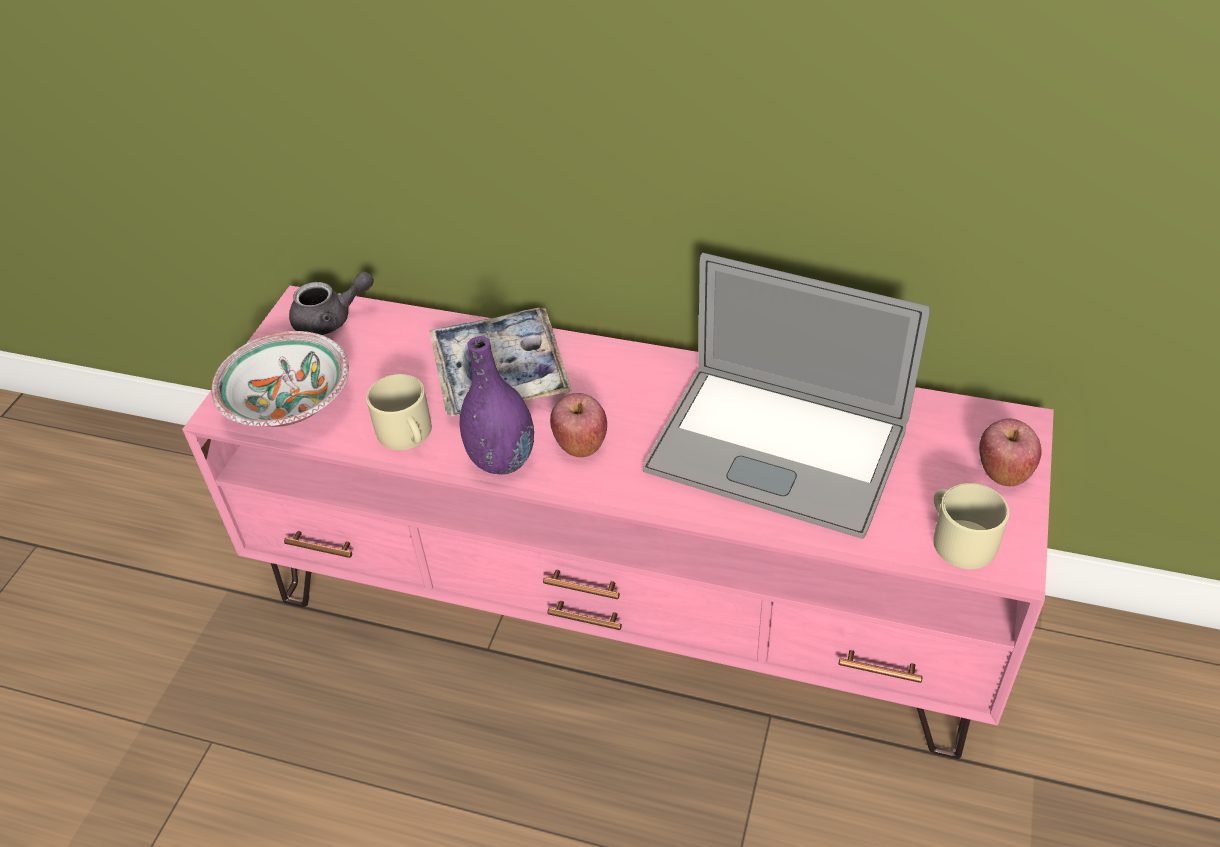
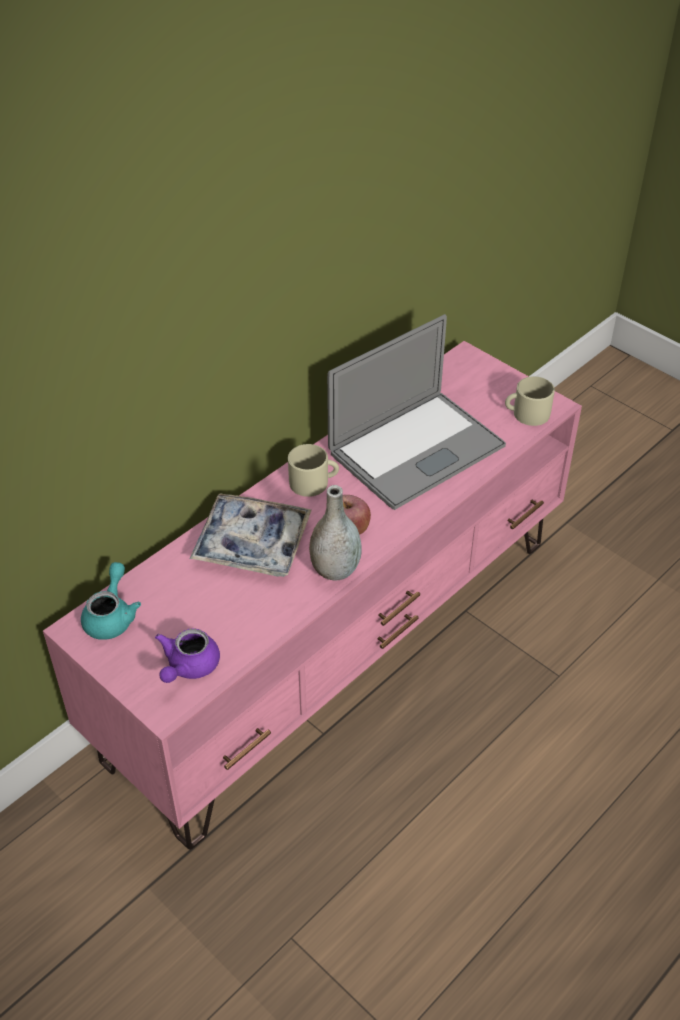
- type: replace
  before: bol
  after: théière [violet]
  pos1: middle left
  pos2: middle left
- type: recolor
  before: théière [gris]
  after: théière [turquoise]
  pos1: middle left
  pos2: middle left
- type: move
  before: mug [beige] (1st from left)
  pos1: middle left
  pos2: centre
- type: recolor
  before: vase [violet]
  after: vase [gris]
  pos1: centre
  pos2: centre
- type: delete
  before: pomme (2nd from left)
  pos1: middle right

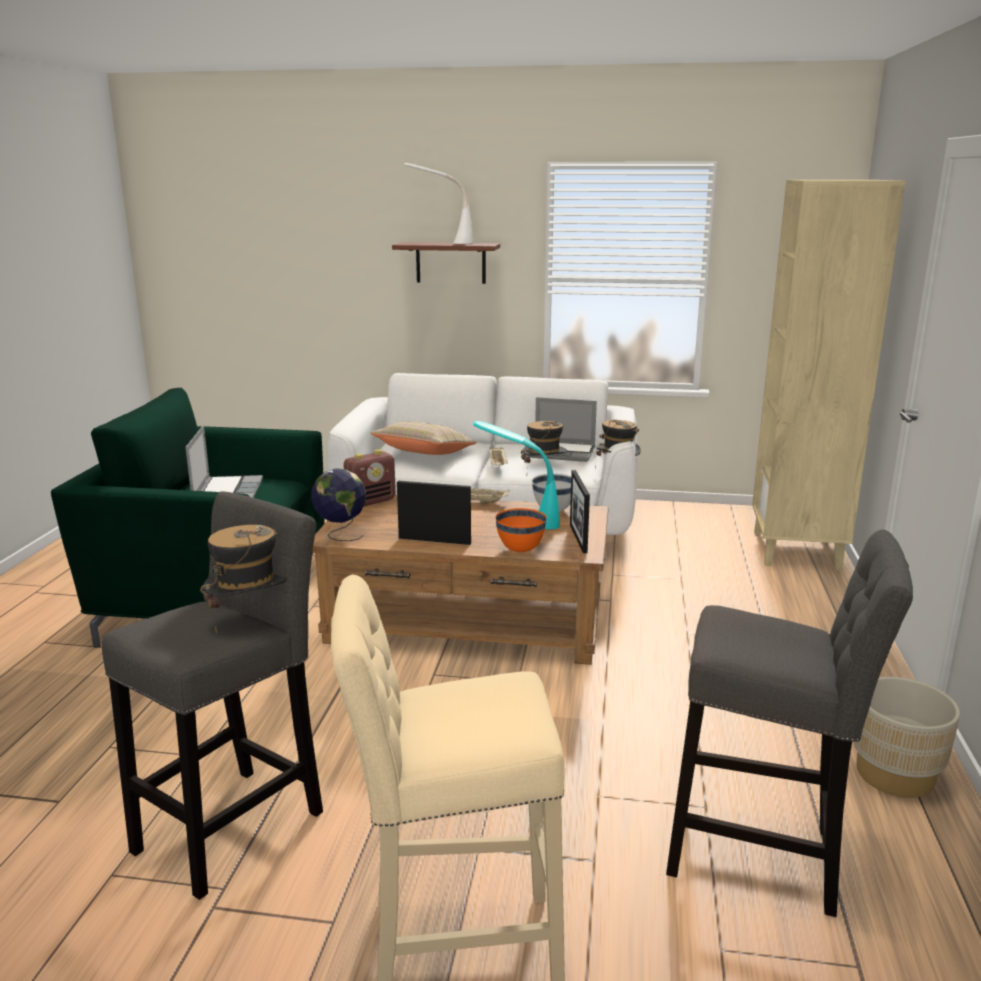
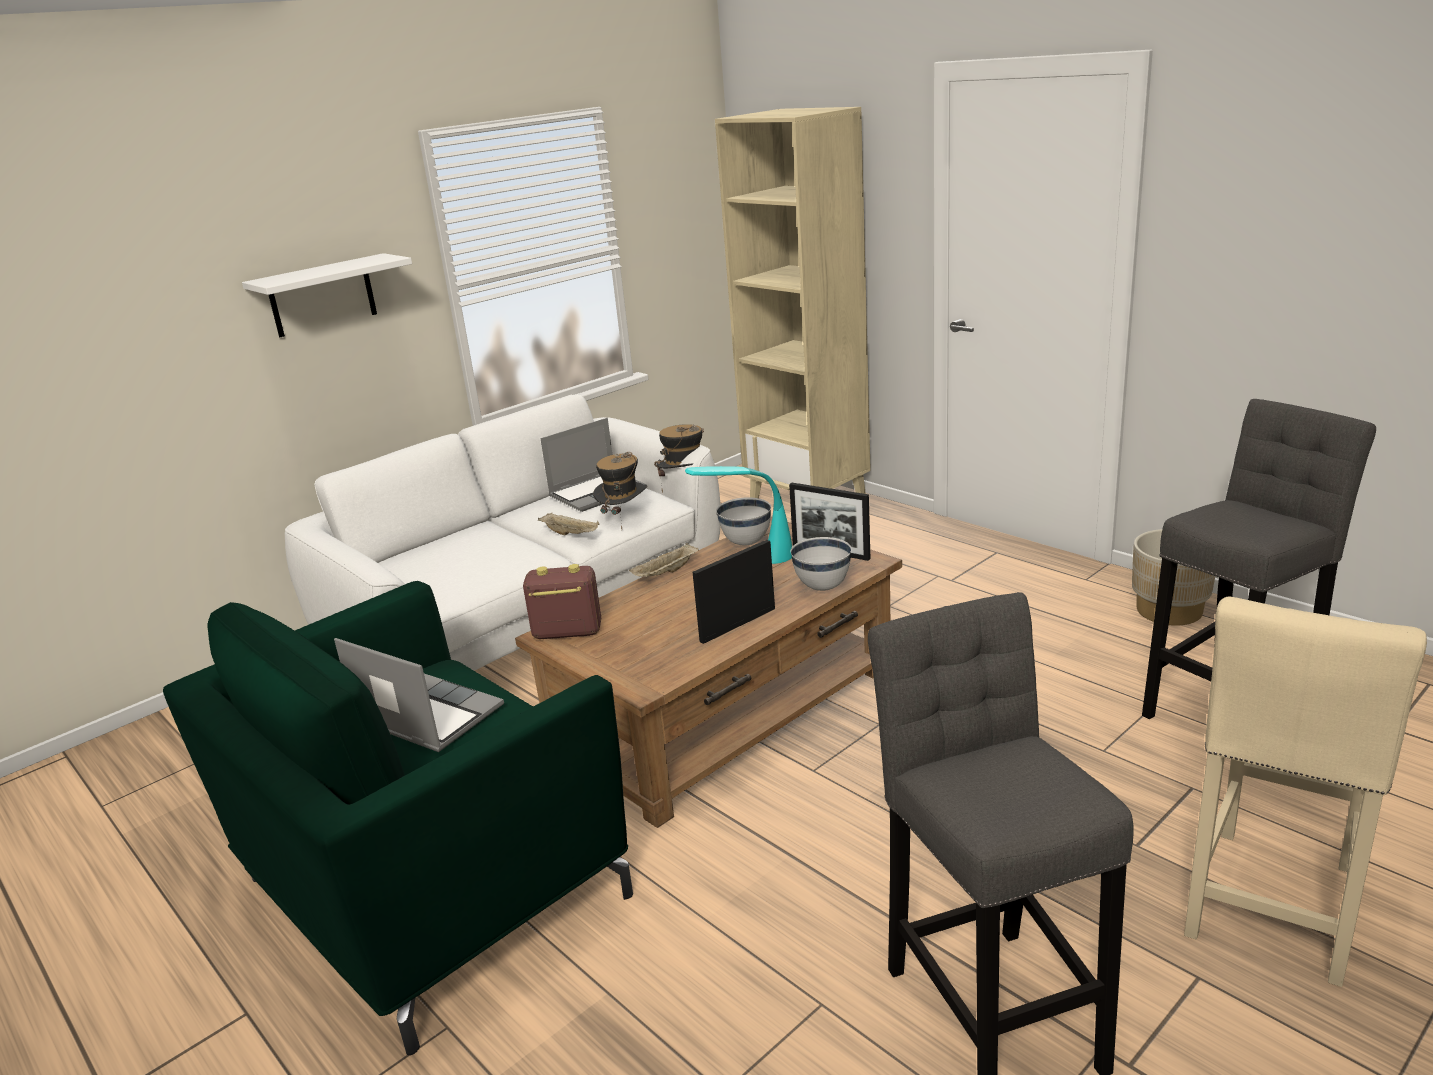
- type: delete
  before: chapeau (1st from left)
  pos1: middle left
- type: delete
  before: globe
  pos1: centre
- type: rotate
  before: radio
  pos1: centre
  pos2: centre
  turn: -90
- type: delete
  before: coussin [beige]
  pos1: centre
- type: recolor
  before: étagère [marron]
  after: étagère [blanc]
  pos1: top centre
  pos2: top left
- type: delete
  before: lampe de table [blanc]
  pos1: top centre
- type: recolor
  before: bol [orange]
  after: bol [blanc] (2nd from left)
  pos1: centre
  pos2: centre

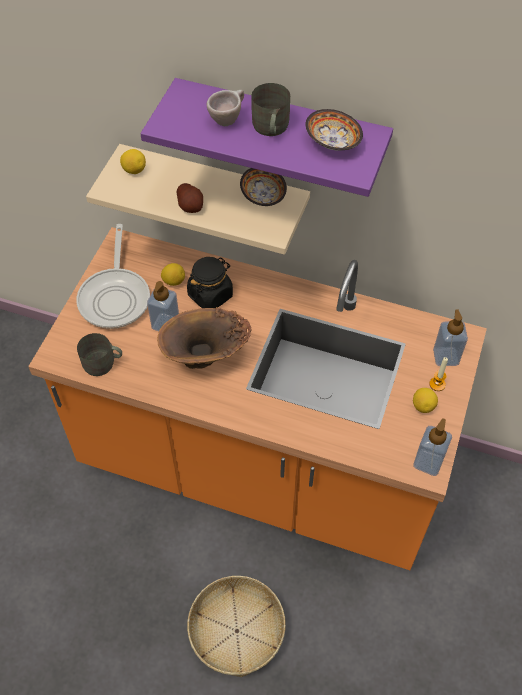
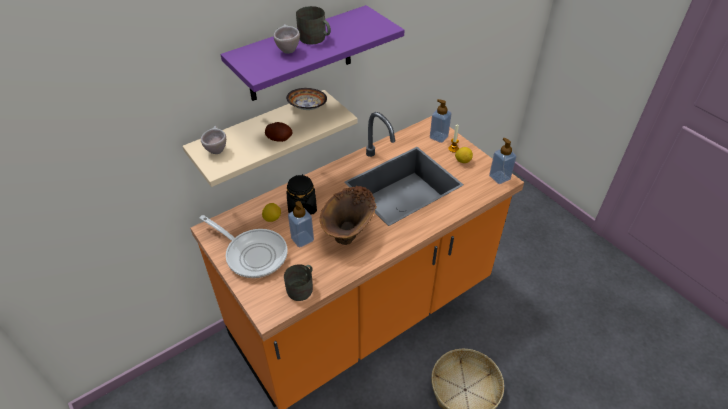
- type: replace
  before: citron (1st from left)
  after: tasse [beige] (1st from left)
  pos1: top left
  pos2: middle left
- type: delete
  before: bol (2nd from left)
  pos1: top centre

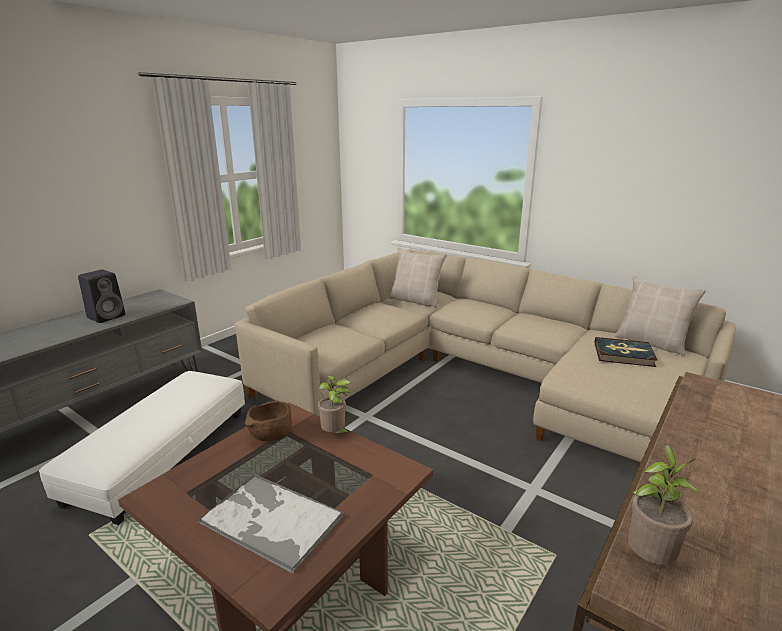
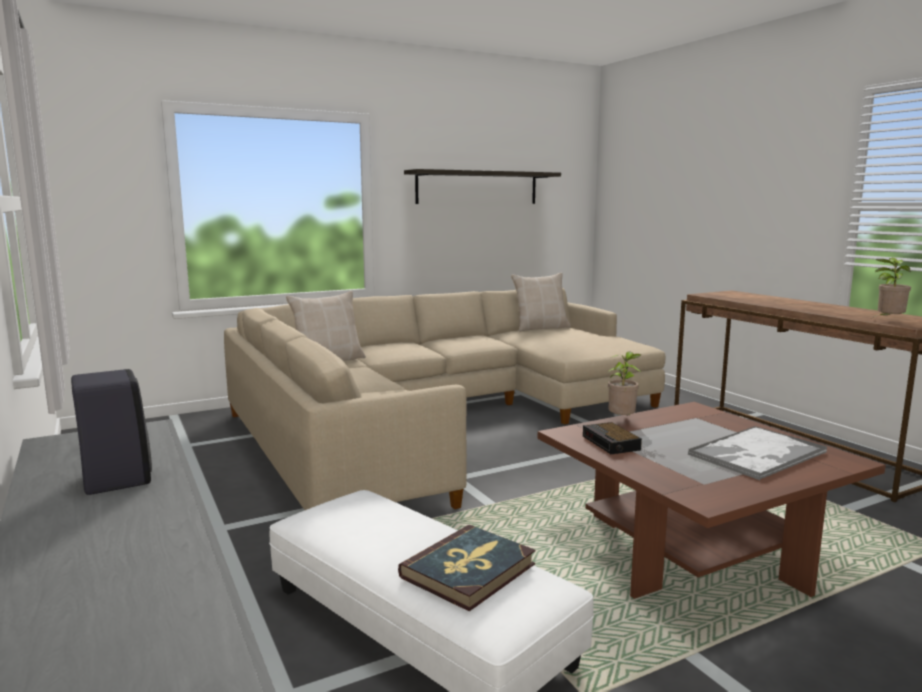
- type: replace
  before: bol [marron]
  after: réveil
  pos1: bottom centre
  pos2: centre
- type: move
  before: livre
  pos1: middle right
  pos2: bottom centre
- type: insert
  after: étagère
  pos2: top centre

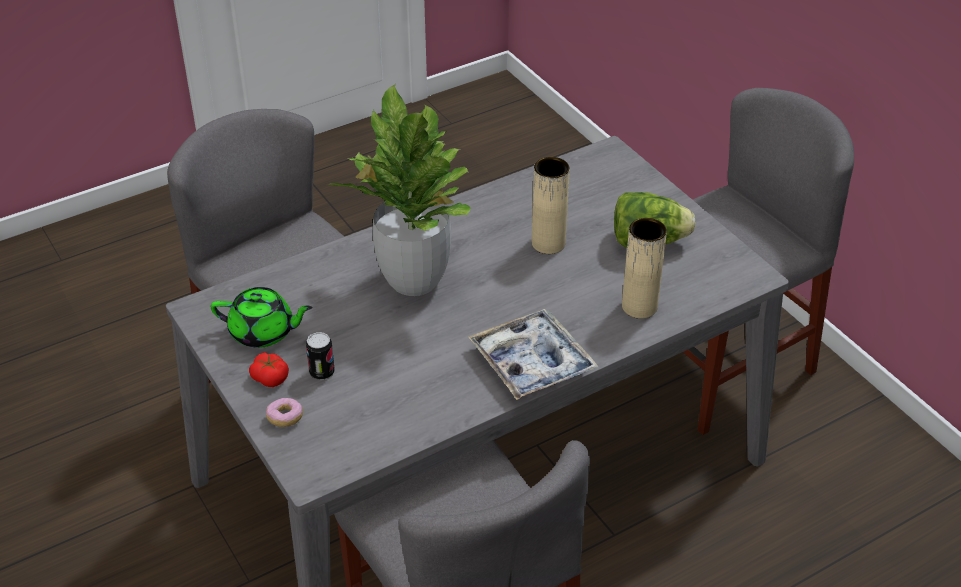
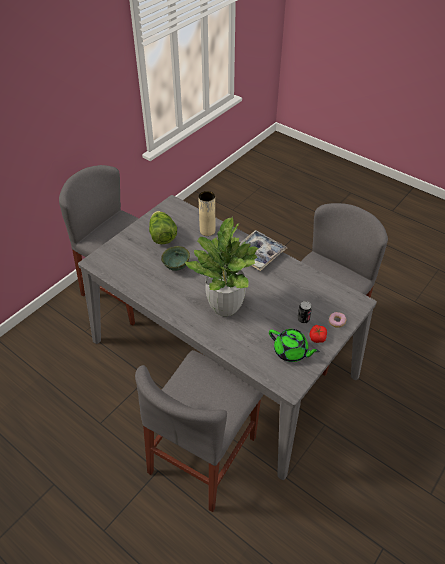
- type: rotate
  before: théière [vert]
  pos1: middle left
  pos2: centre
  turn: 135
- type: replace
  before: vase [beige] (1st from left)
  after: bol [vert]
  pos1: centre
  pos2: centre

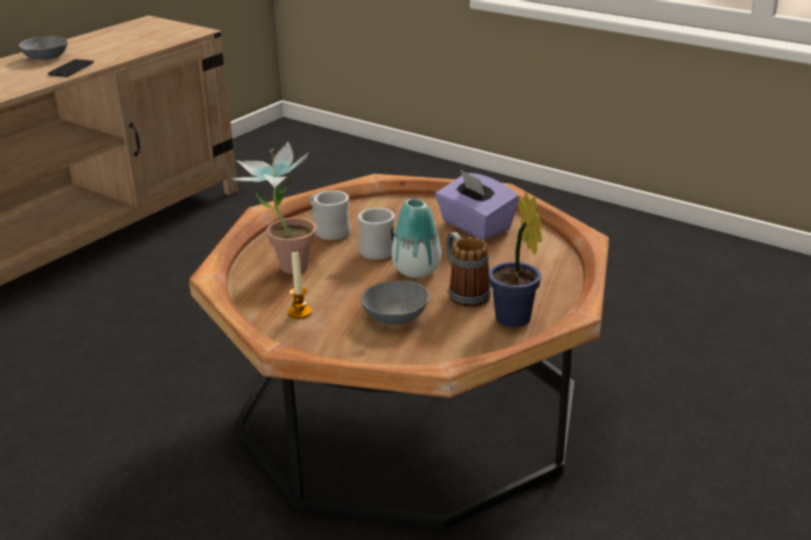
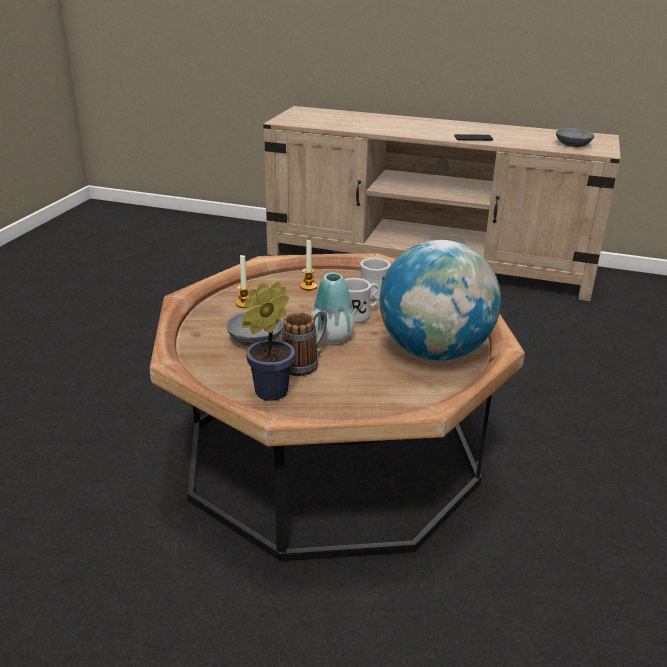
- type: move
  before: bol [gris] (1st from left in the first image)
  after: bol [gris] (2nd from left)
  pos1: top left
  pos2: top right
- type: replace
  before: plante en pot (1st from left)
  after: bougie (2nd from left)
  pos1: centre
  pos2: centre
- type: replace
  before: boîte à mouchoirs [violet]
  after: globe
  pos1: centre
  pos2: centre

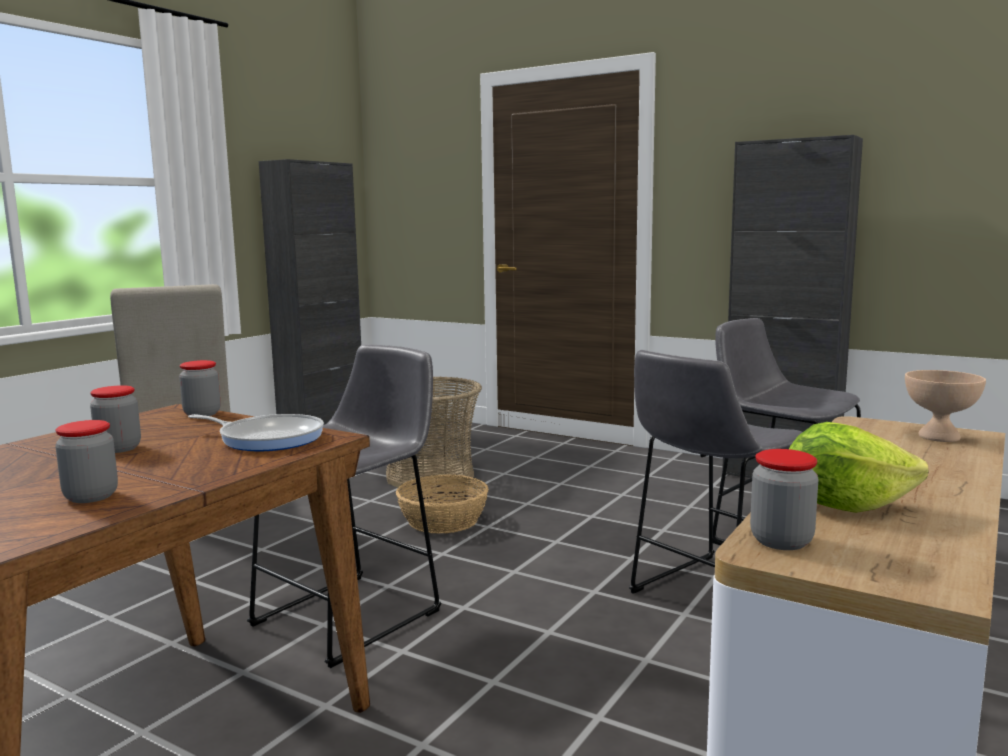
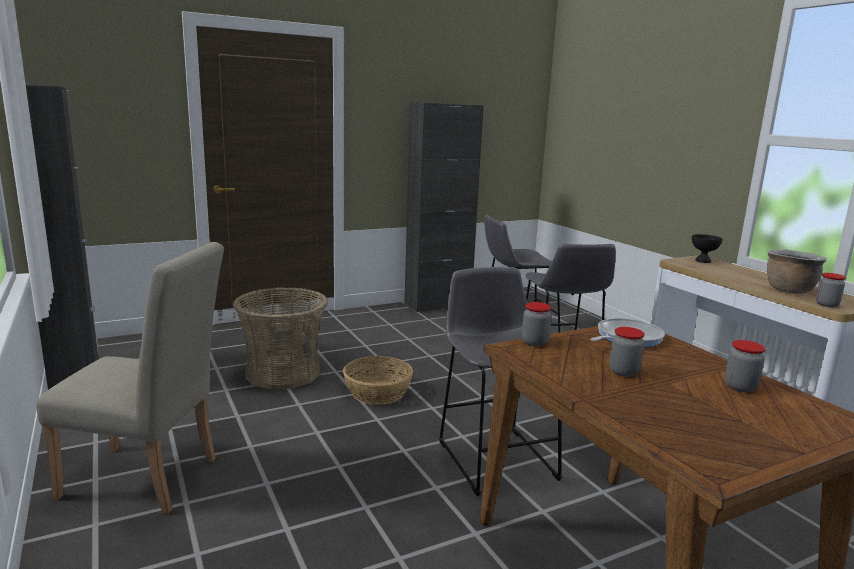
- type: replace
  before: laitue
  after: marmite [marron]
  pos1: middle right
  pos2: middle right
- type: recolor
  before: bol [beige]
  after: bol [noir]
  pos1: middle right
  pos2: middle right

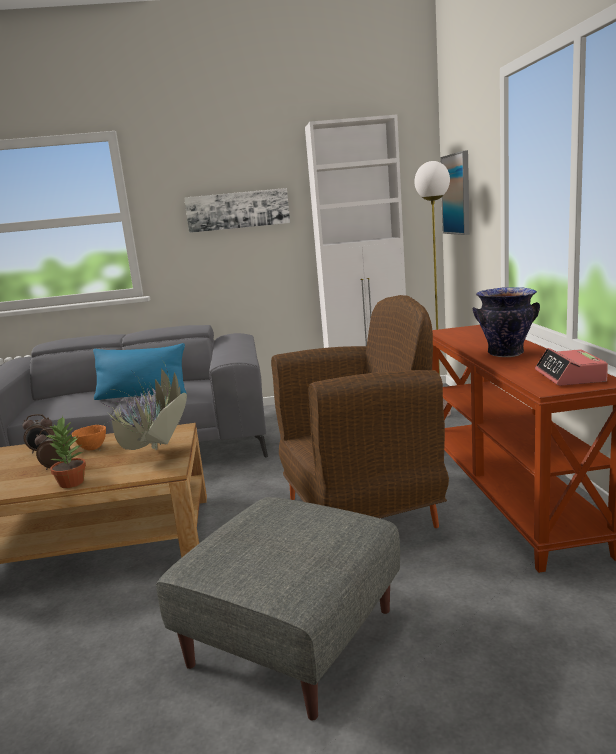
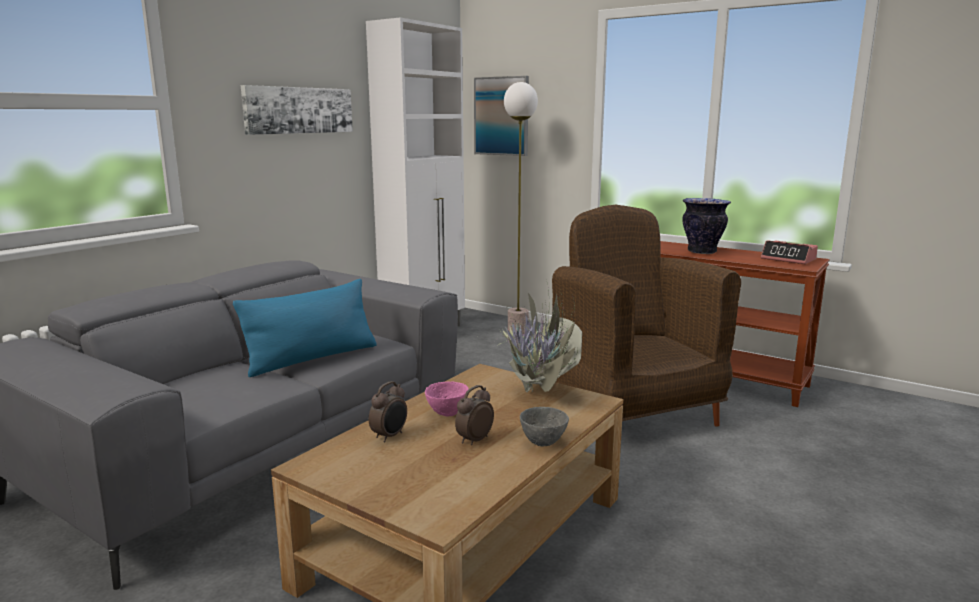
- type: replace
  before: plante en pot (1st from left)
  after: bol [gris]
  pos1: middle left
  pos2: bottom centre
- type: recolor
  before: bol [orange]
  after: bol [rose]
  pos1: middle left
  pos2: centre
- type: delete
  before: pouf [gris]
  pos1: bottom centre
- type: rotate
  before: fauteuil [marron]
  pos1: centre
  pos2: centre
  turn: -45

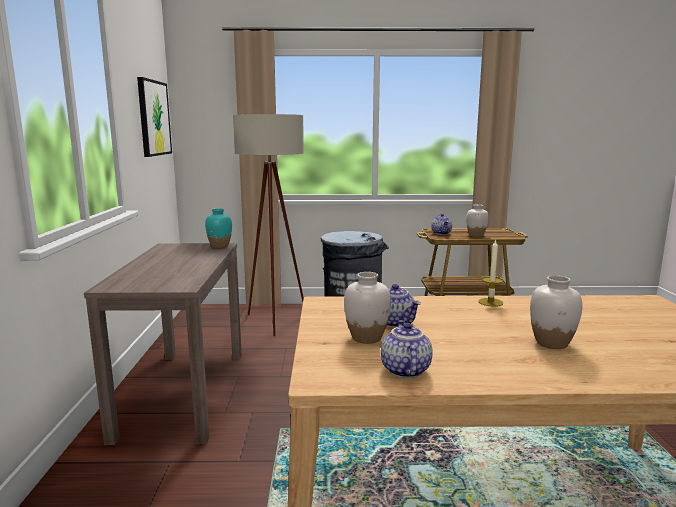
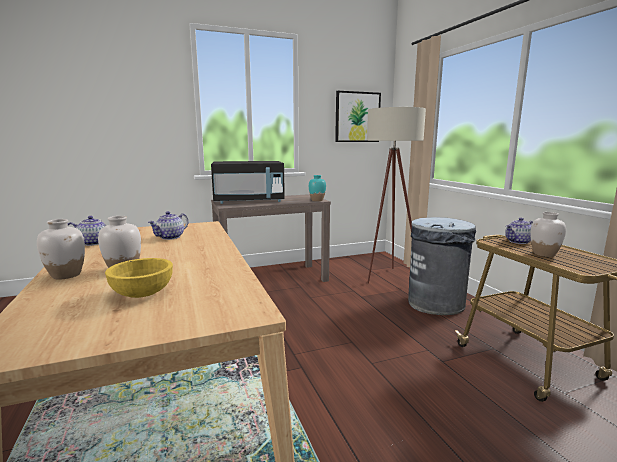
- type: move
  before: vase [blanc] (1st from left)
  pos1: centre
  pos2: middle left
- type: delete
  before: bougie
  pos1: middle right
- type: insert
  after: bol [jaune]
  pos2: middle left
- type: insert
  after: micro-ondes [noir]
  pos2: centre

